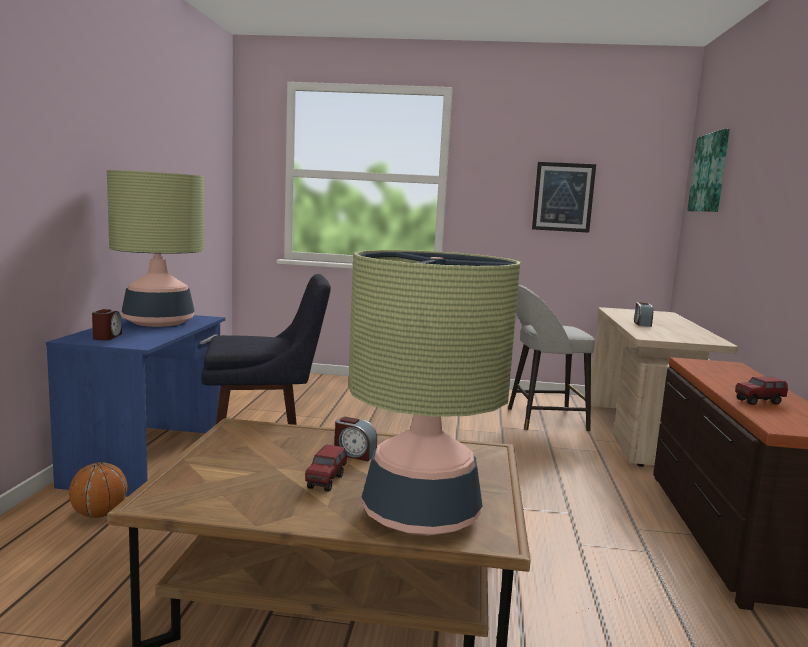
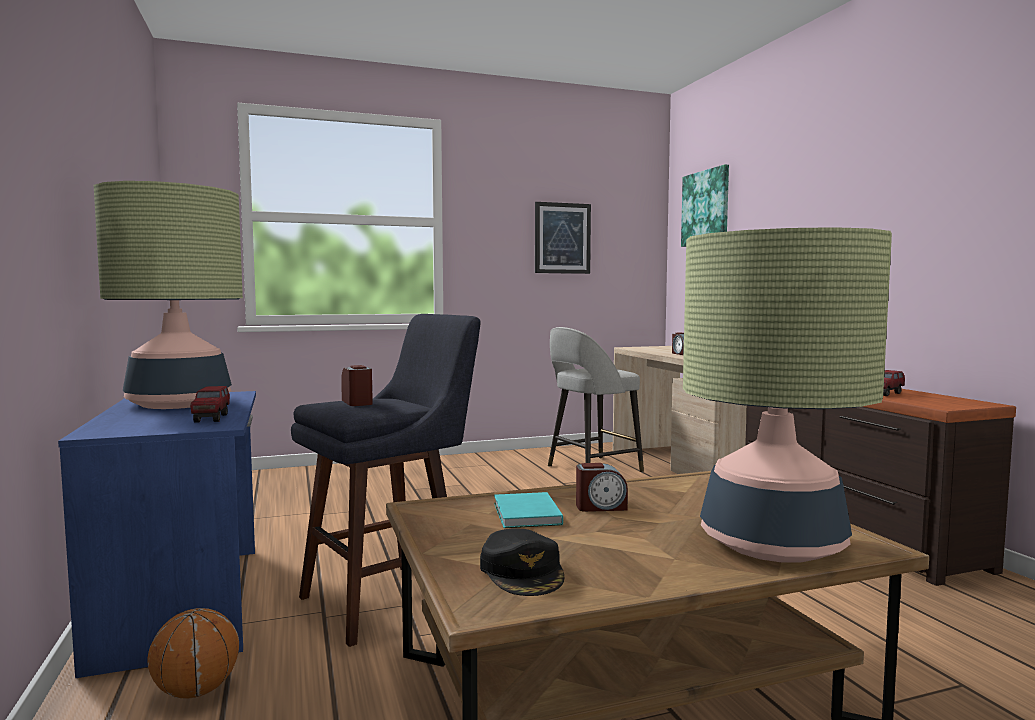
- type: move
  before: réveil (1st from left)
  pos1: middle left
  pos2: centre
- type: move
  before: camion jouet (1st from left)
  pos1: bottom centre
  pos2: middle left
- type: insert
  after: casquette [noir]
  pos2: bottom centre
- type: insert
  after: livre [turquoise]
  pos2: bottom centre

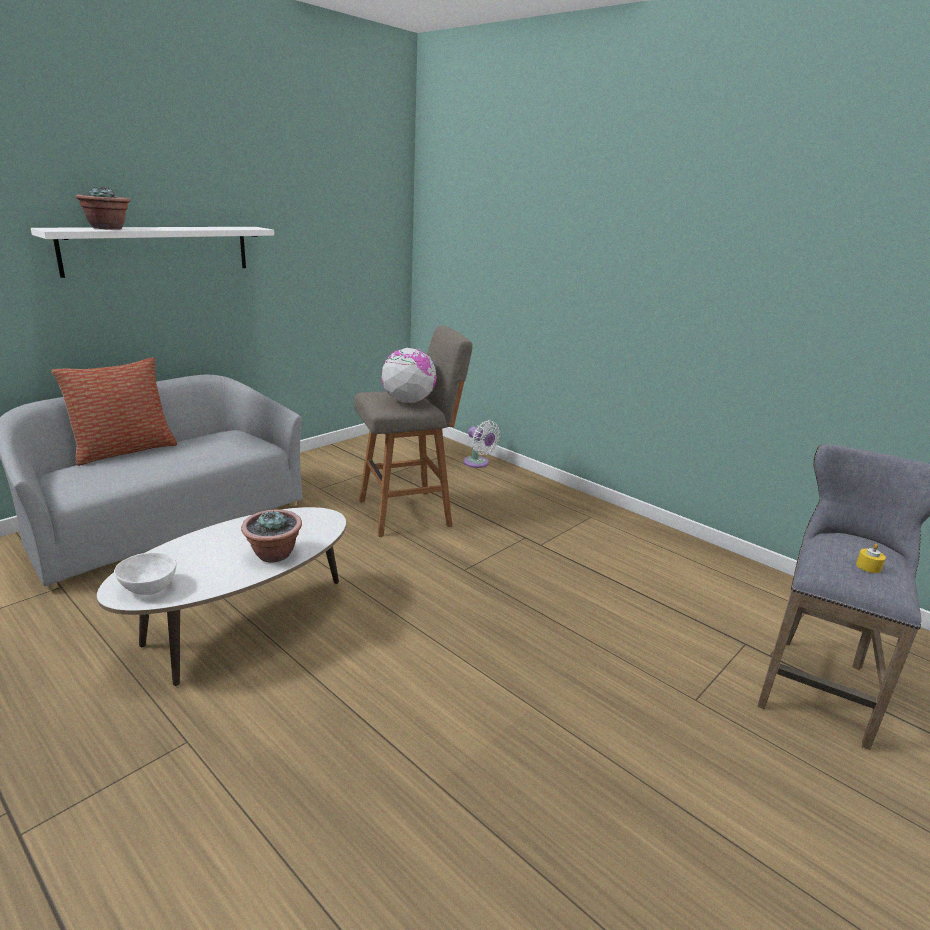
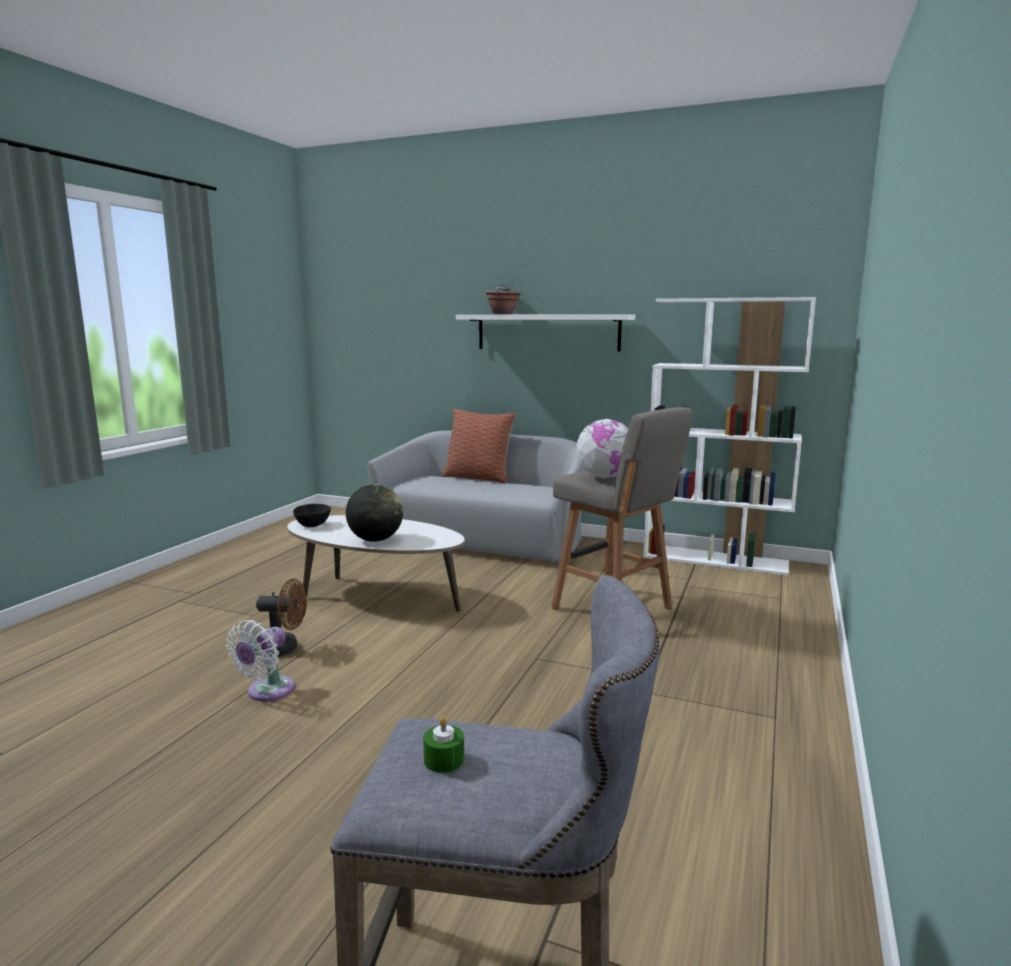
- type: recolor
  before: bol [blanc]
  after: bol [noir]
  pos1: middle left
  pos2: middle left
- type: replace
  before: plante en pot (2nd from left)
  after: globe (1st from left)
  pos1: middle left
  pos2: centre
- type: move
  before: ventilateur [blanc]
  pos1: centre
  pos2: bottom left
- type: recolor
  before: bougie [jaune]
  after: bougie [vert]
  pos1: middle right
  pos2: bottom centre
- type: insert
  after: ventilateur [marron]
  pos2: middle left
- type: insert
  after: bibliothèque [blanc]
  pos2: middle right

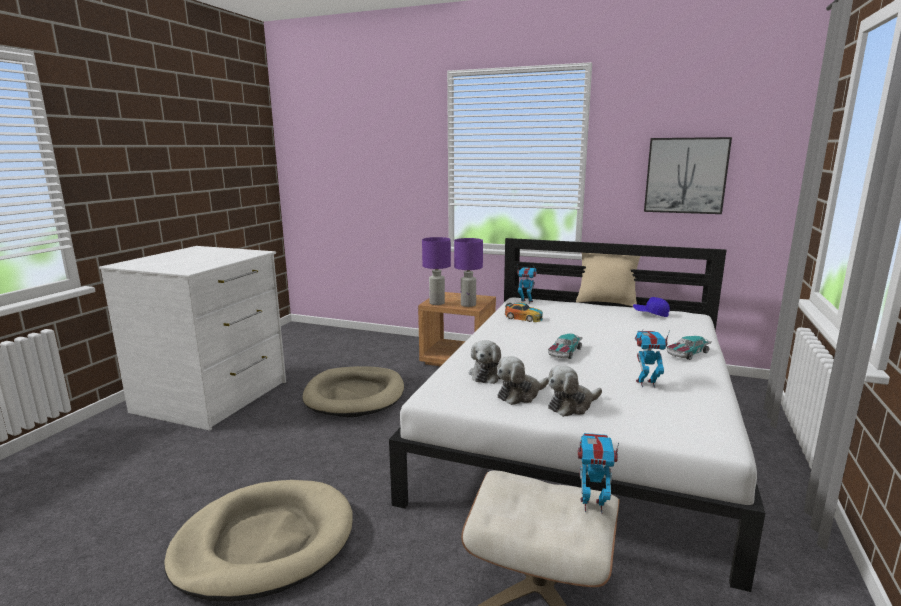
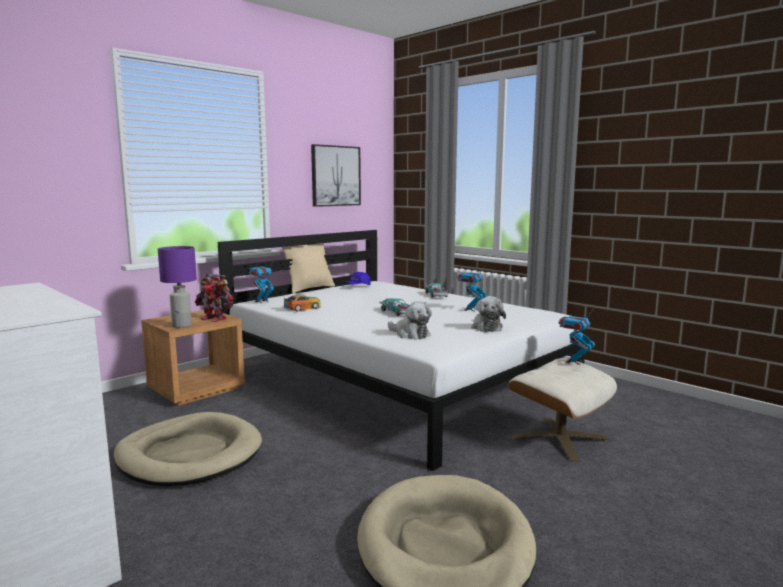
- type: replace
  before: lampe de table [violet] (2nd from left)
  after: robot jouet (1st from left)
  pos1: centre
  pos2: middle left
- type: delete
  before: peluche (2nd from left)
  pos1: centre

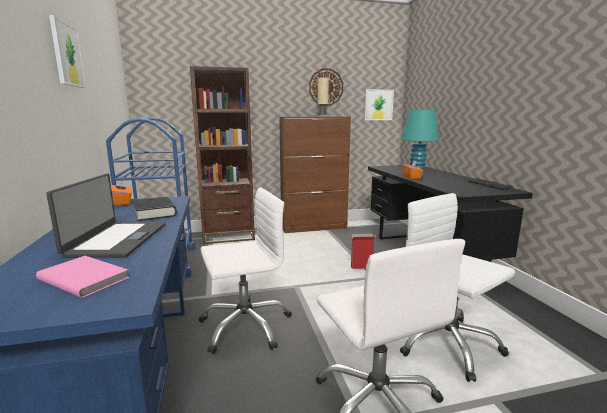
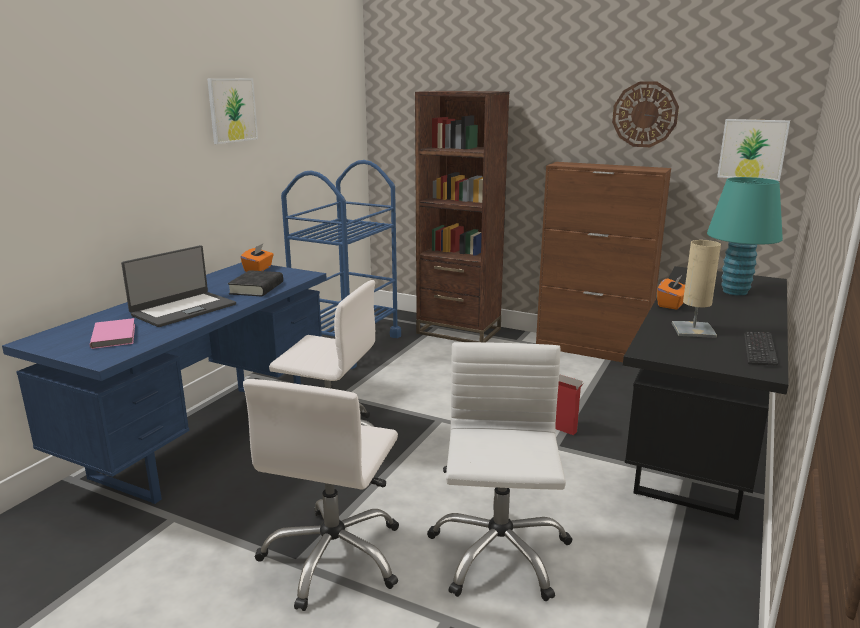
- type: move
  before: lampe de table [beige]
  pos1: top centre
  pos2: middle right

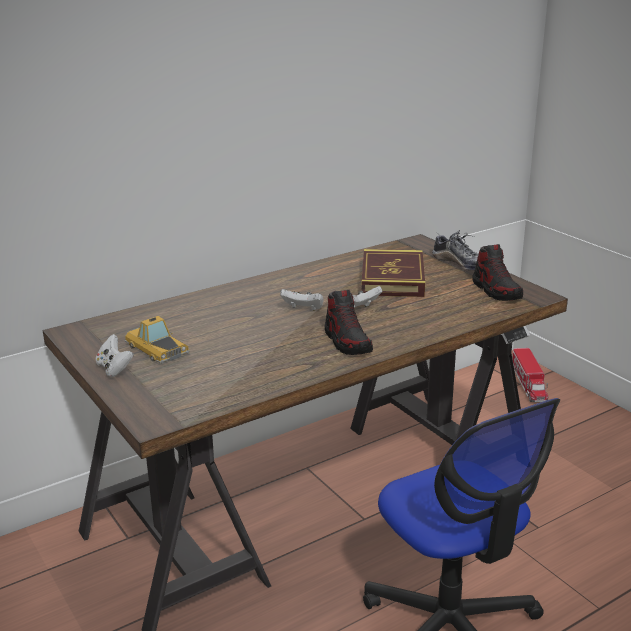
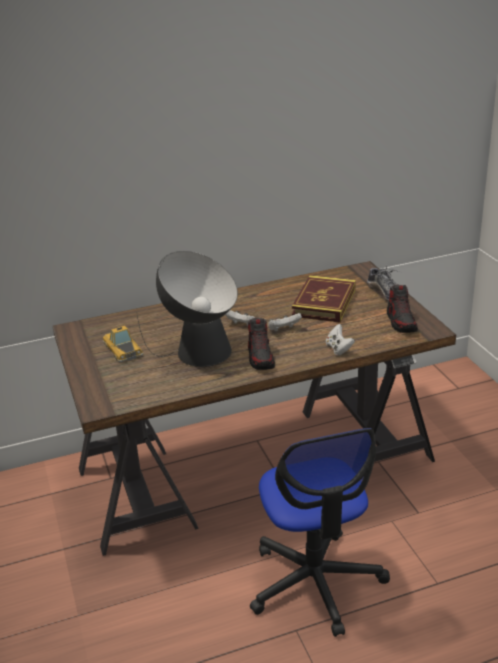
- type: move
  before: manette [blanc] (1st from left in the first image)
  after: manette [blanc] (3rd from left)
  pos1: middle left
  pos2: middle right
- type: delete
  before: camion jouet
  pos1: middle right
- type: insert
  after: lampe de table
  pos2: centre

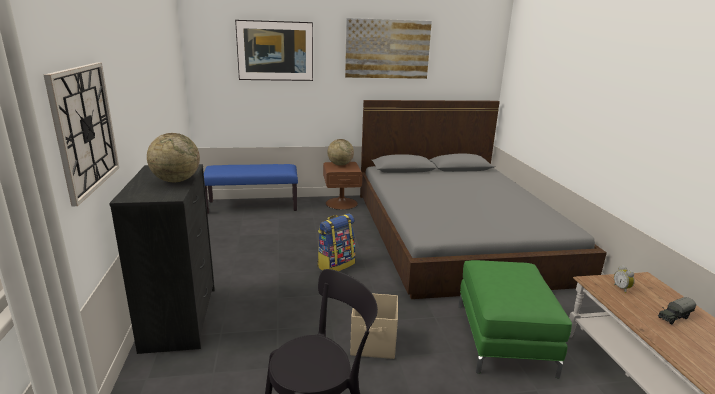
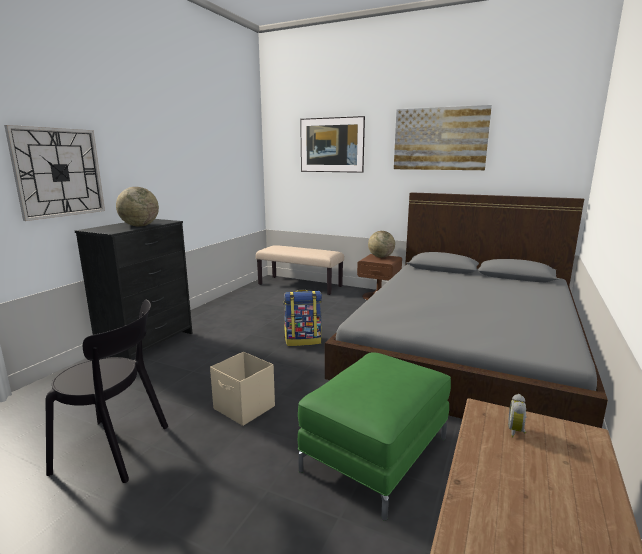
- type: recolor
  before: banc [bleu]
  after: banc [beige]
  pos1: centre
  pos2: centre
- type: delete
  before: camion jouet
  pos1: bottom right

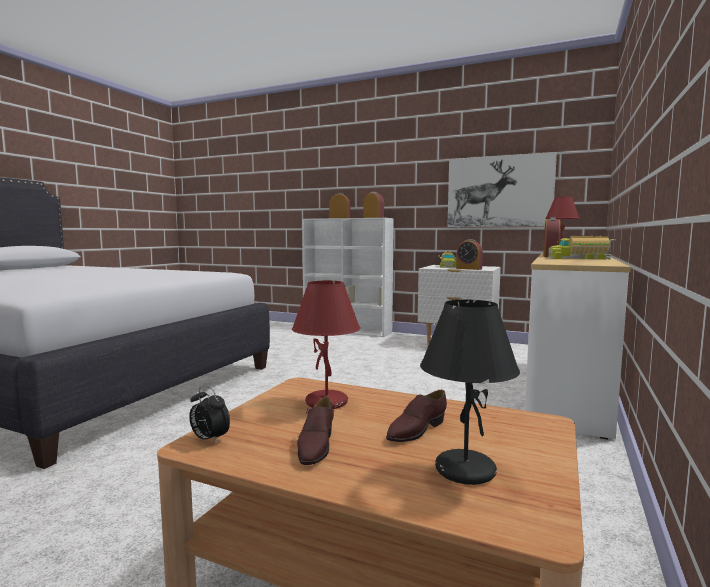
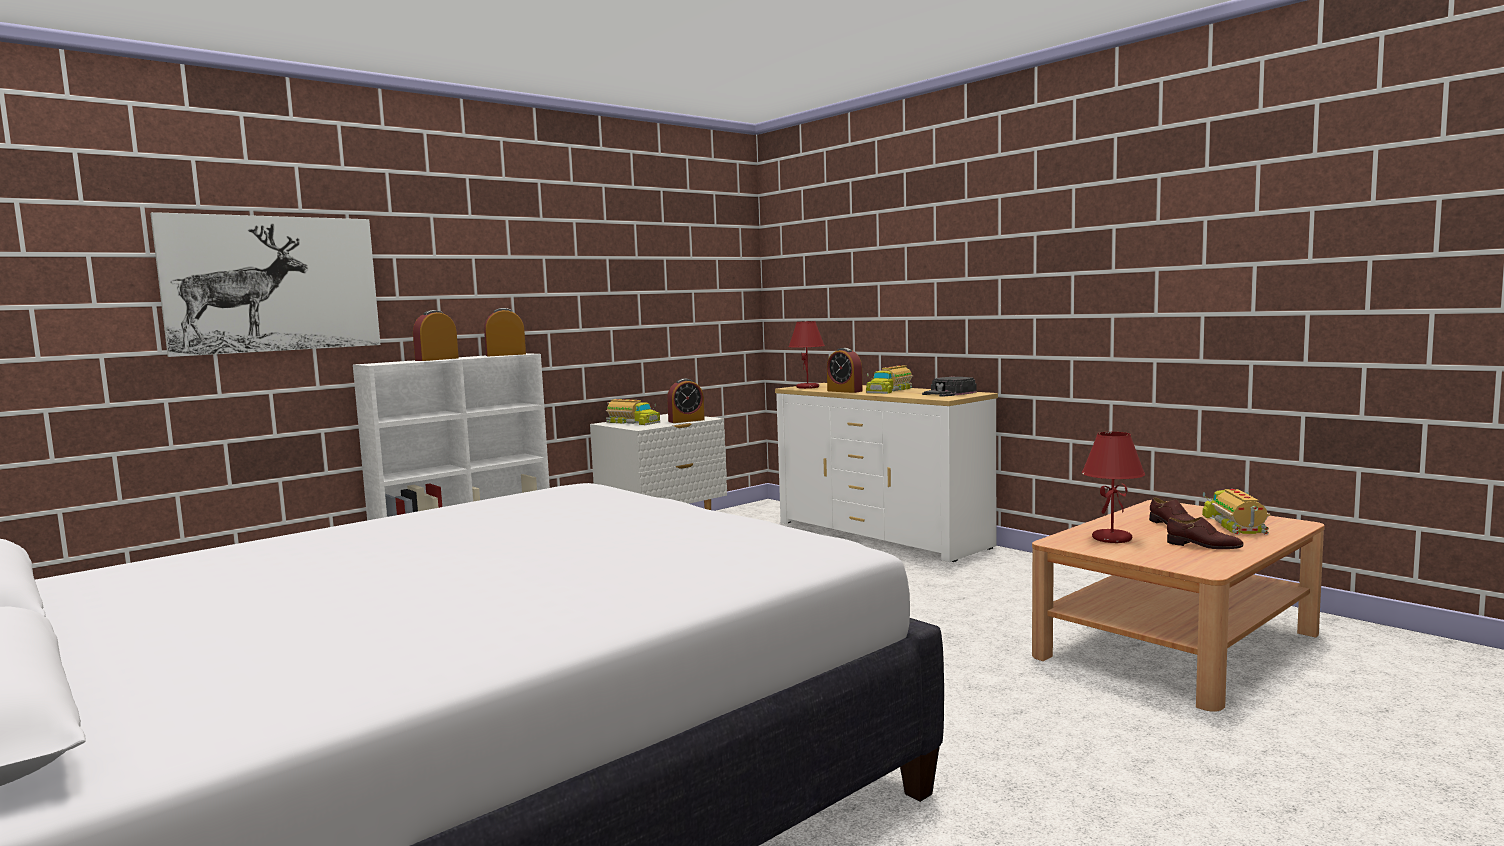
- type: delete
  before: réveil (1st from left)
  pos1: bottom left
- type: replace
  before: lampe de table [noir]
  after: camion jouet (3rd from left)
  pos1: bottom centre
  pos2: middle right
- type: move
  before: tableau
  pos1: top right
  pos2: middle left
- type: insert
  after: casquette [noir]
  pos2: centre

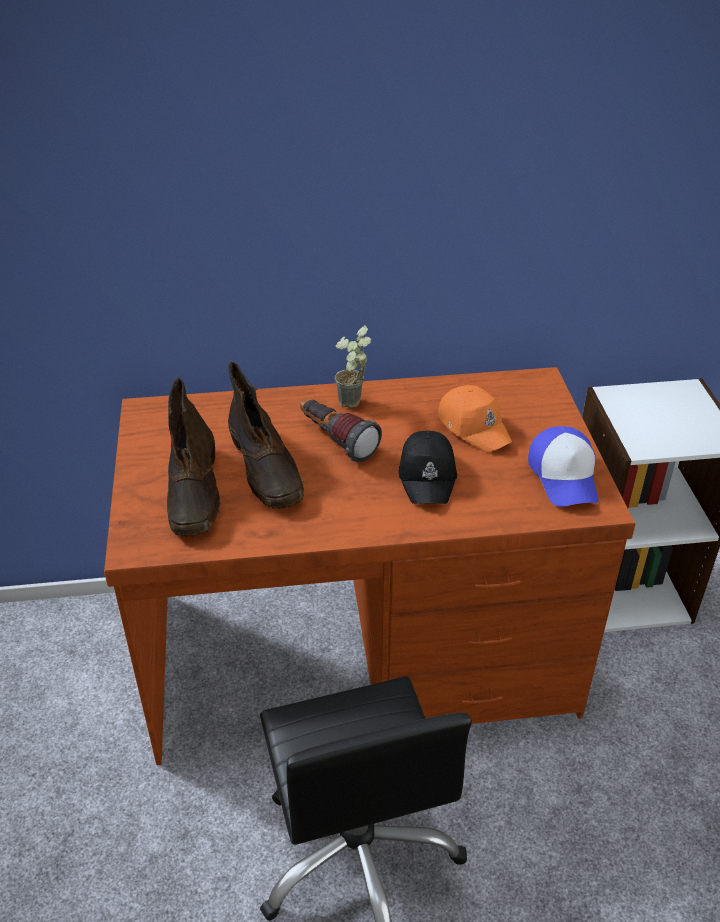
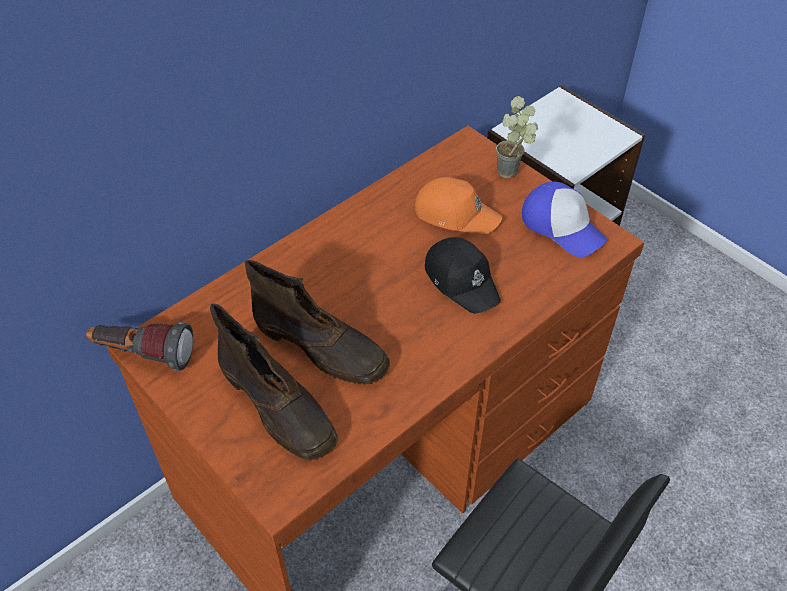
- type: move
  before: lampe de poche
  pos1: centre
  pos2: middle left
- type: move
  before: plante en pot
  pos1: centre
  pos2: top centre

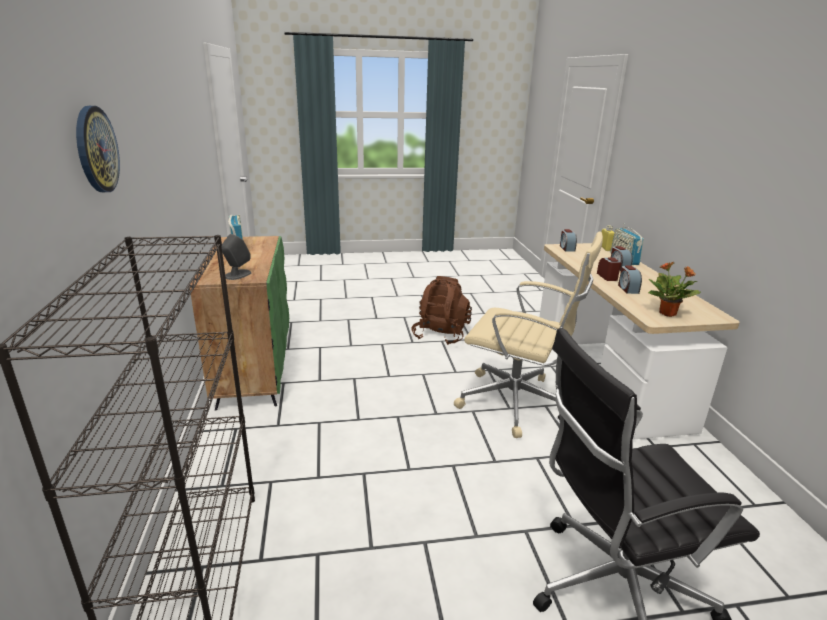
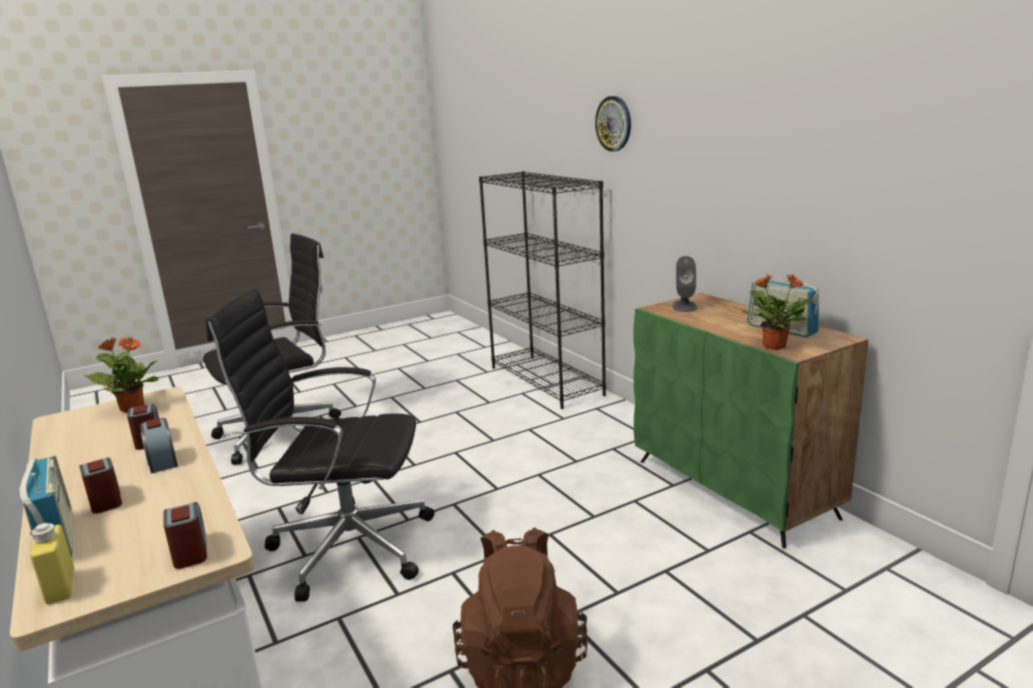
- type: recolor
  before: chaise de bureau [beige]
  after: chaise de bureau [noir] (2nd from left)
  pos1: centre
  pos2: middle left
- type: insert
  after: plante en pot (2nd from left)
  pos2: middle right

